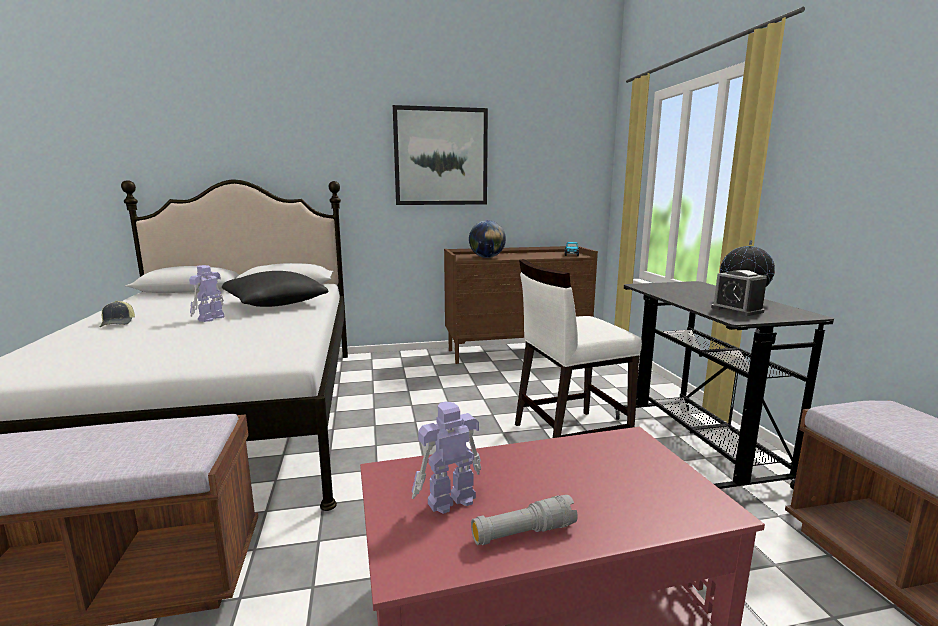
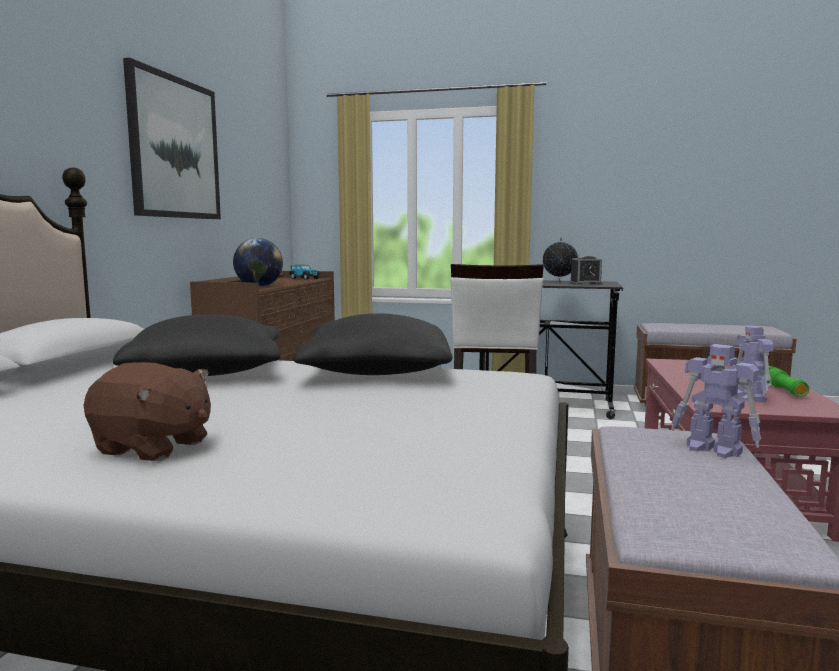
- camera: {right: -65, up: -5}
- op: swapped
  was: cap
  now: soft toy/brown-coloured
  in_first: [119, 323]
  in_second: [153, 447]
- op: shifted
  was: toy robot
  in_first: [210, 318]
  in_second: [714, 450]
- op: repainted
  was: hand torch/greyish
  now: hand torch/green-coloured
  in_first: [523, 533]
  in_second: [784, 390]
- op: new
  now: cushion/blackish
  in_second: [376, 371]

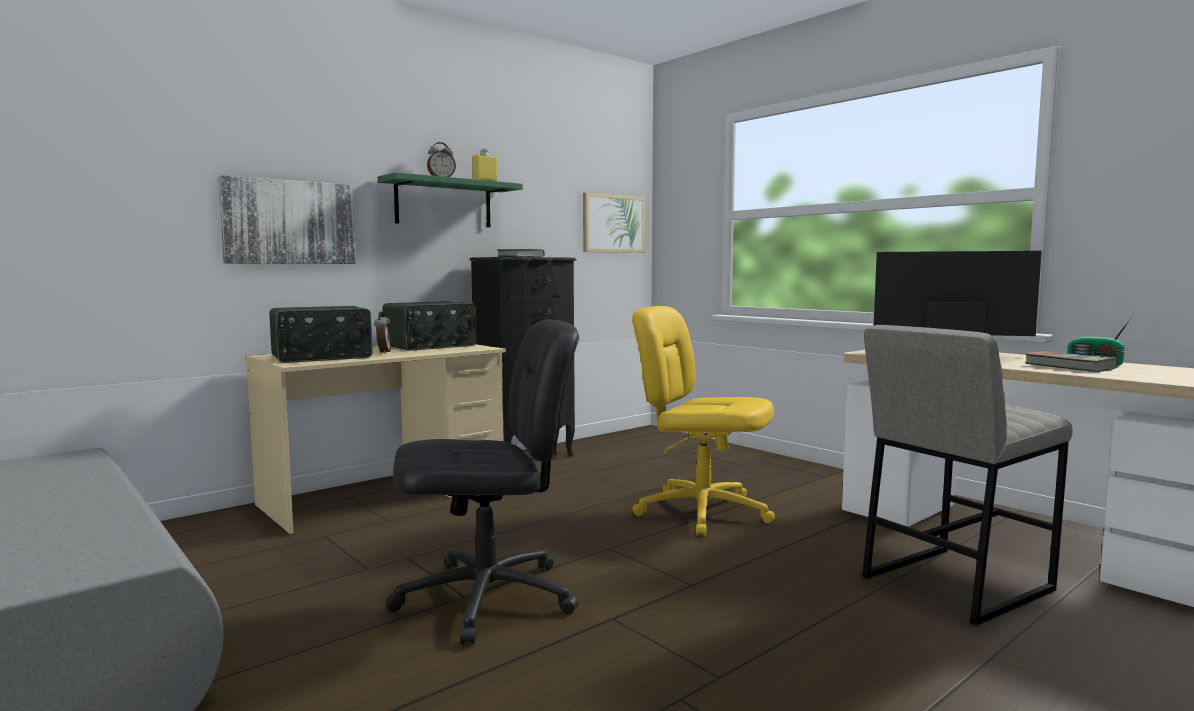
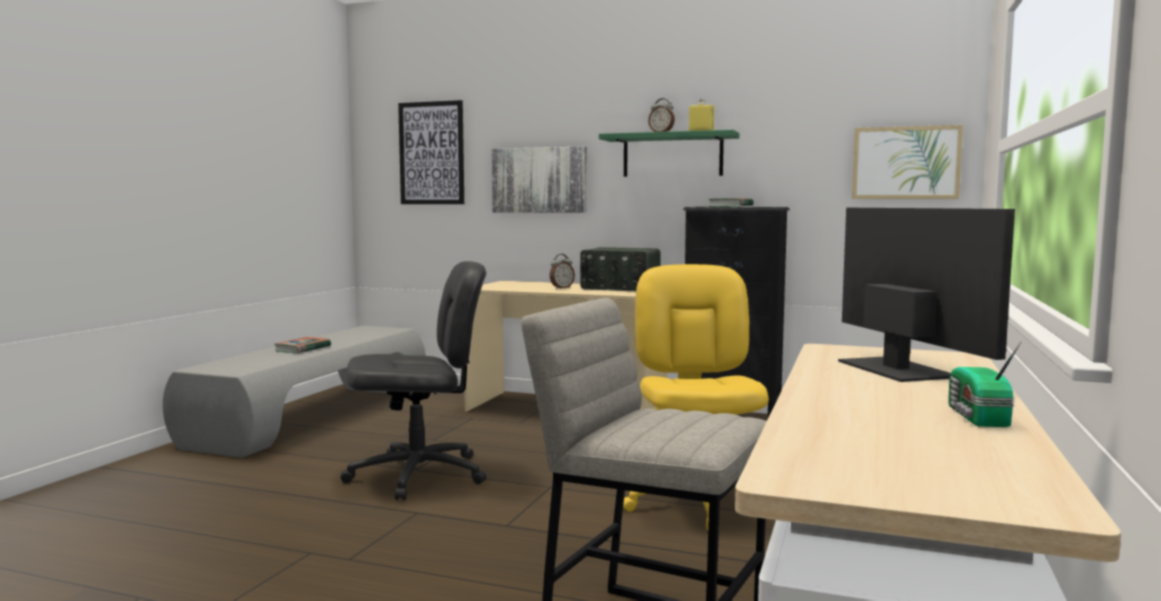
- camera: {right: 60, up: 0}
- op: gone
  was: radio set
  in_first: [322, 357]
- op: rotated
  was: computer chair/blackish
  in_first: [487, 597]
  in_second: [418, 475]
  clockwise: -60
- op: shifted
  was: volume
  in_first: [1070, 367]
  in_second: [303, 349]
- op: new
  now: wall picture
  in_second: [431, 153]

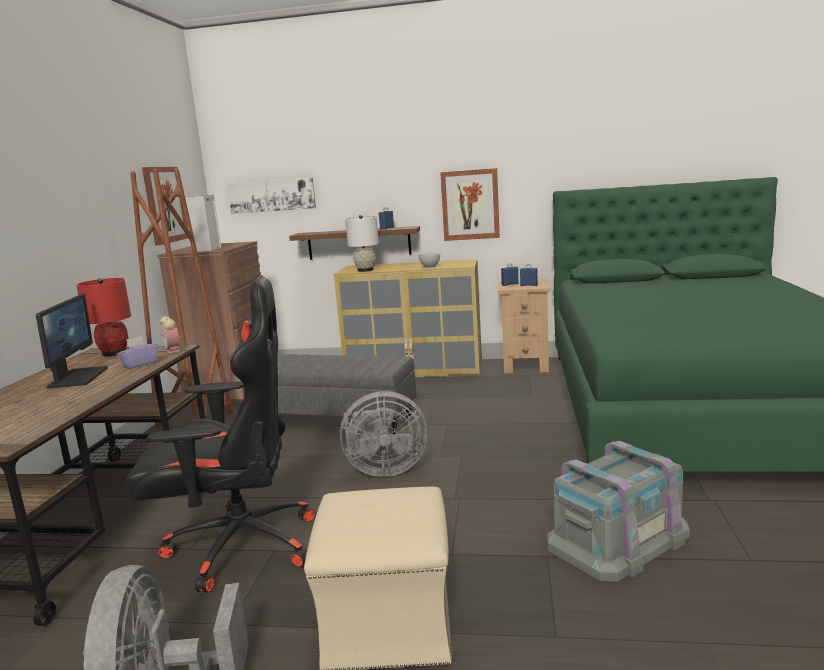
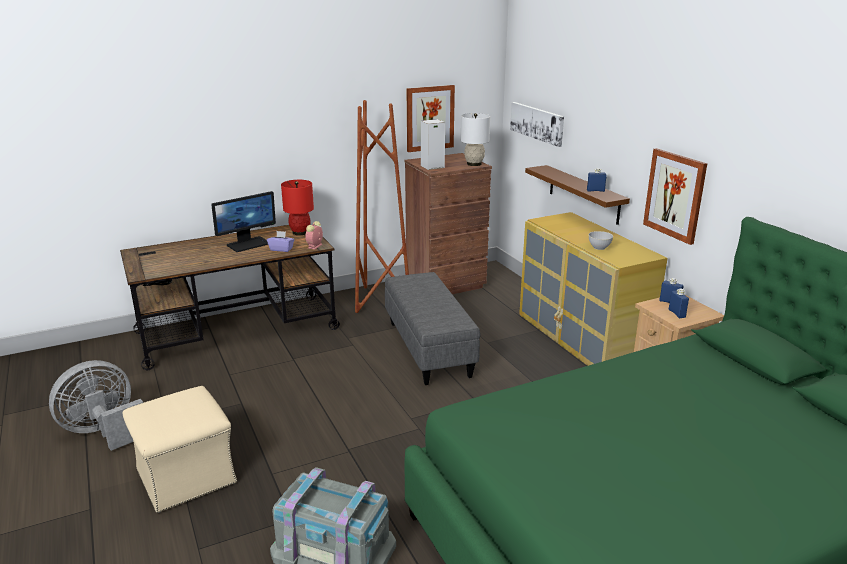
- camera: {right: 55, up: 10}
- op: gone
  was: computer chair/blackish
  in_first: [231, 548]
- op: gone
  was: cooling fan/greyish
  in_first: [383, 469]
- op: shifted
  was: table lamp/white
  in_first: [365, 270]
  in_second: [474, 164]

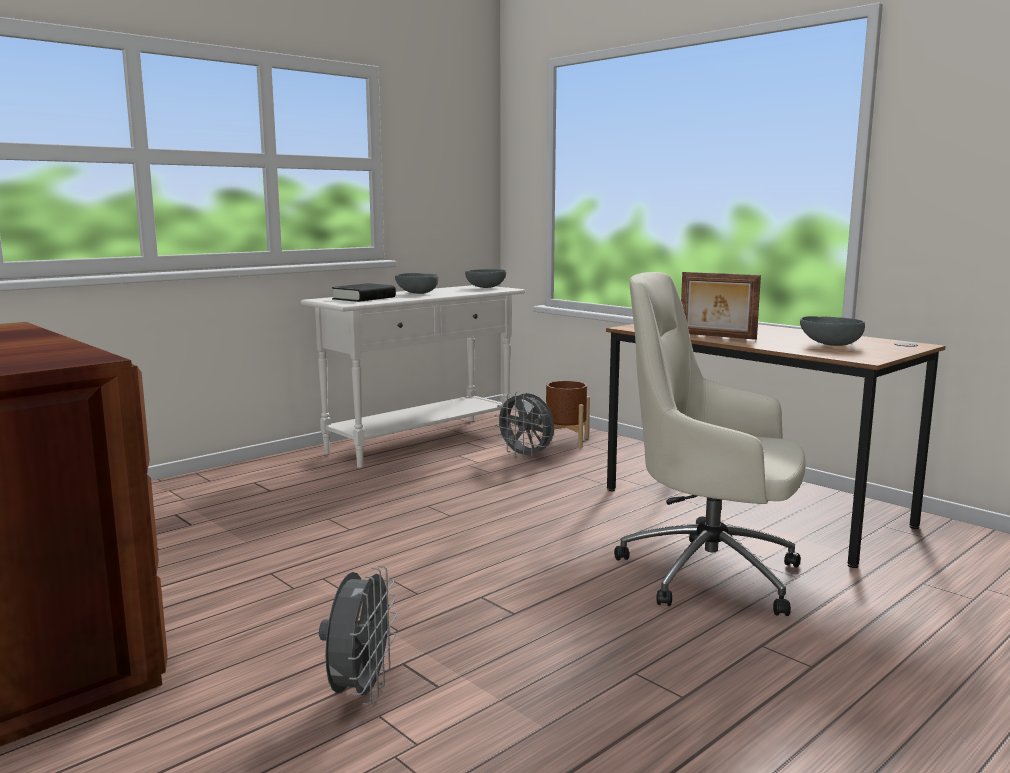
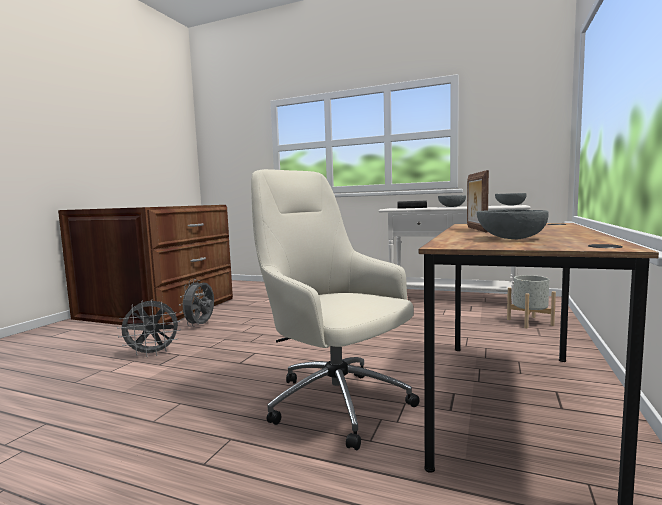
- camera: {right: 65, up: -5}
- op: shifted
  was: cooling fan/greyish
  in_first: [526, 456]
  in_second: [200, 325]
- op: repainted
  was: planter/brown-coloured
  now: planter/greyish
  in_first: [565, 441]
  in_second: [529, 322]
- op: rotated
  was: computer chair/beige
  in_first: [708, 575]
  in_second: [336, 404]
  clockwise: -45

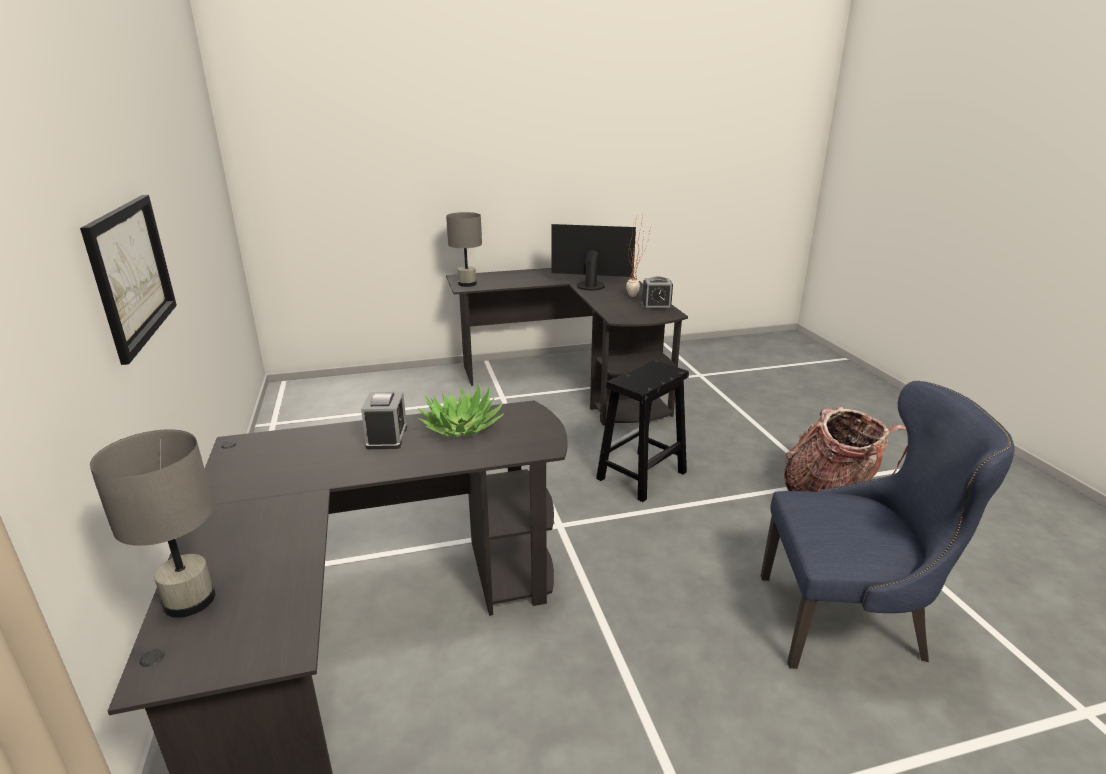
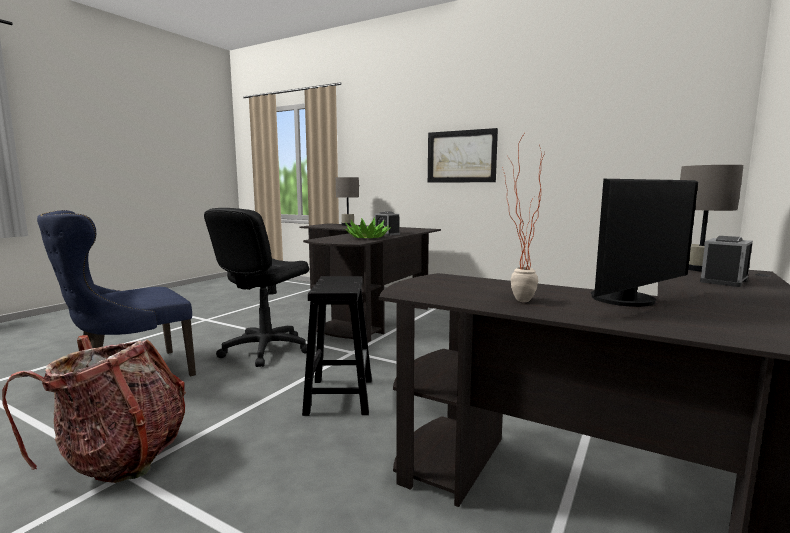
- camera: {right: 135, up: -15}
- op: shifted
  was: alarm clock
  in_first: [656, 306]
  in_second: [723, 281]
- op: new
  now: computer chair/blackish
  in_second: [265, 350]

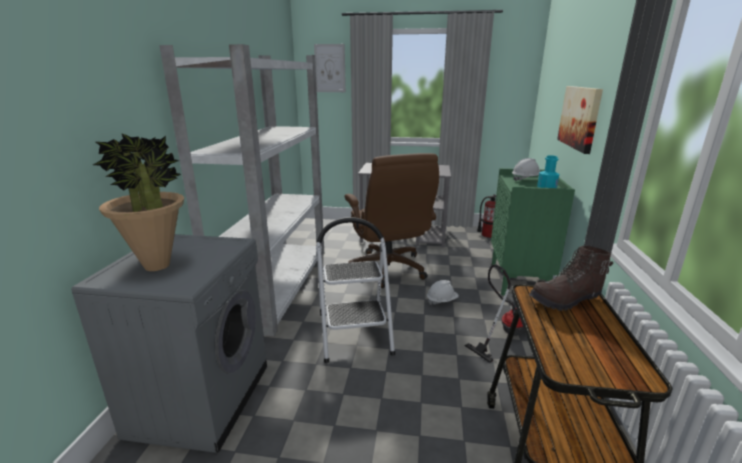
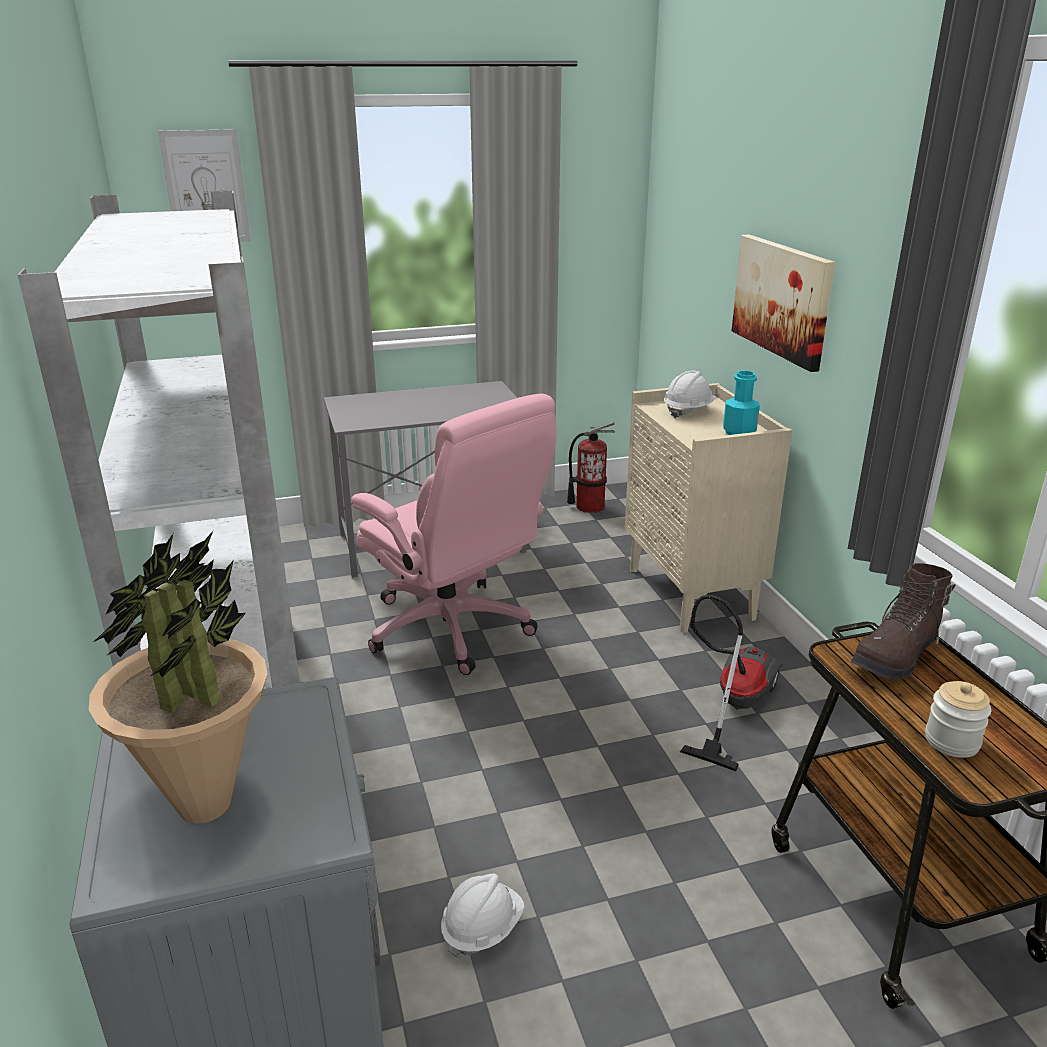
- camera: {right: -25, up: 5}
- op: gone
  was: stepladder
  in_first: [354, 331]
- op: repainted
  was: computer chair/brown-coloured
  now: computer chair/pinkish
  in_first: [389, 271]
  in_second: [456, 633]
- op: shifted
  was: hard hat/white
  in_first: [441, 301]
  in_second: [482, 928]
- op: repainted
  was: storage cabinet/green-coloured
  now: storage cabinet/beige
  in_first: [518, 280]
  in_second: [691, 594]
- op: new
  now: jar
  in_second: [951, 741]

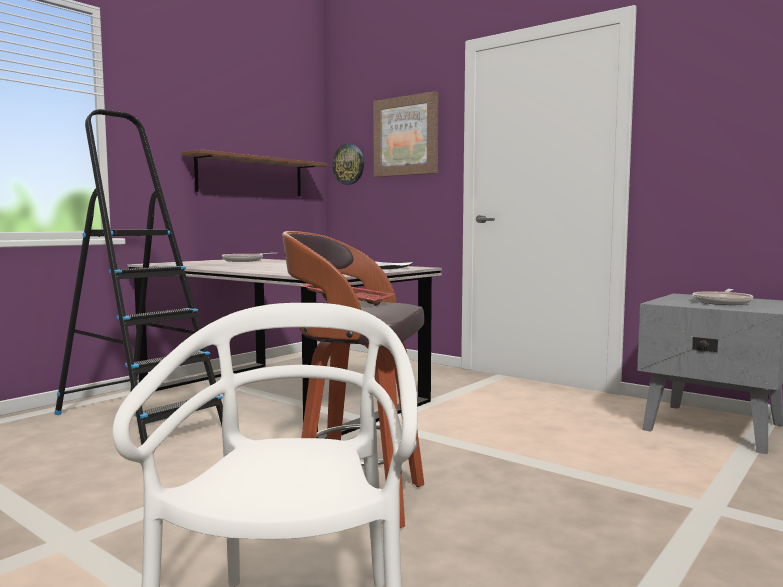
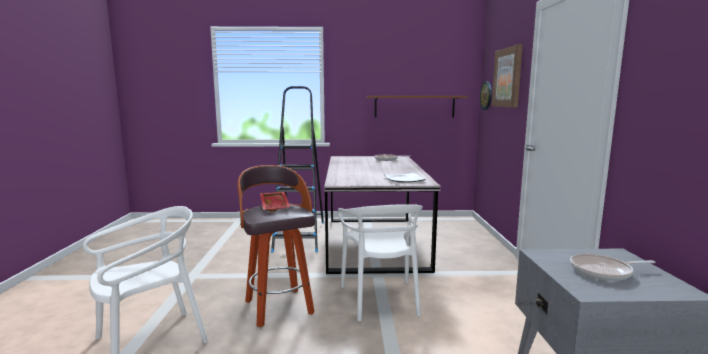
- camera: {right: 50, up: 5}
- op: new
  now: plain chair/white
  in_second: [381, 299]

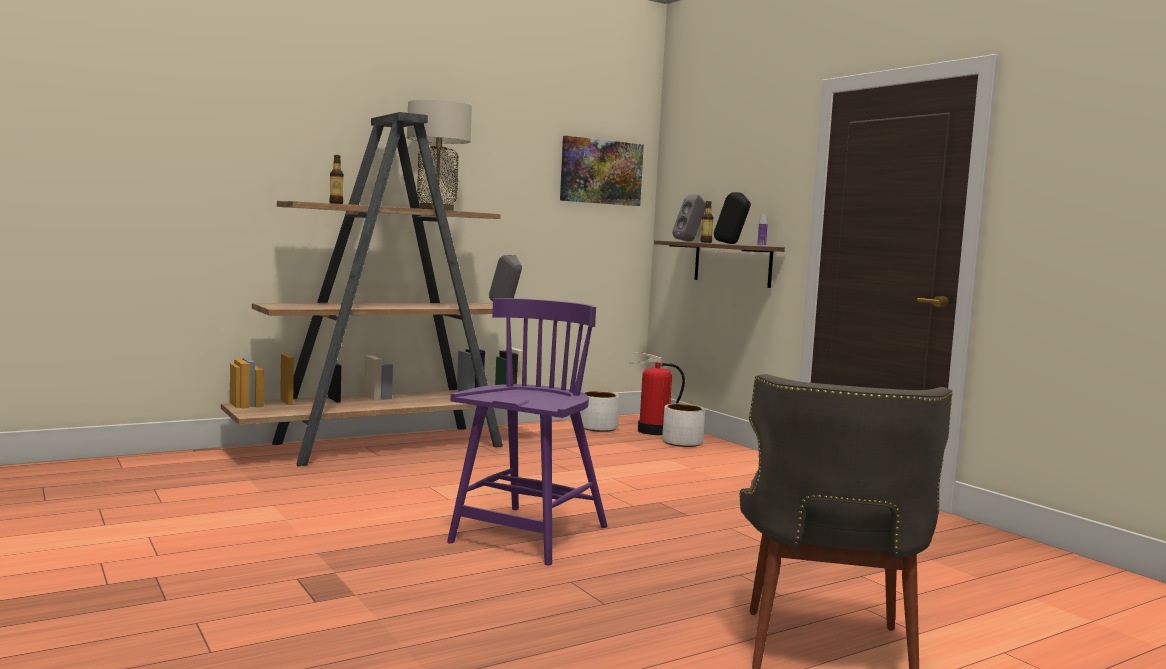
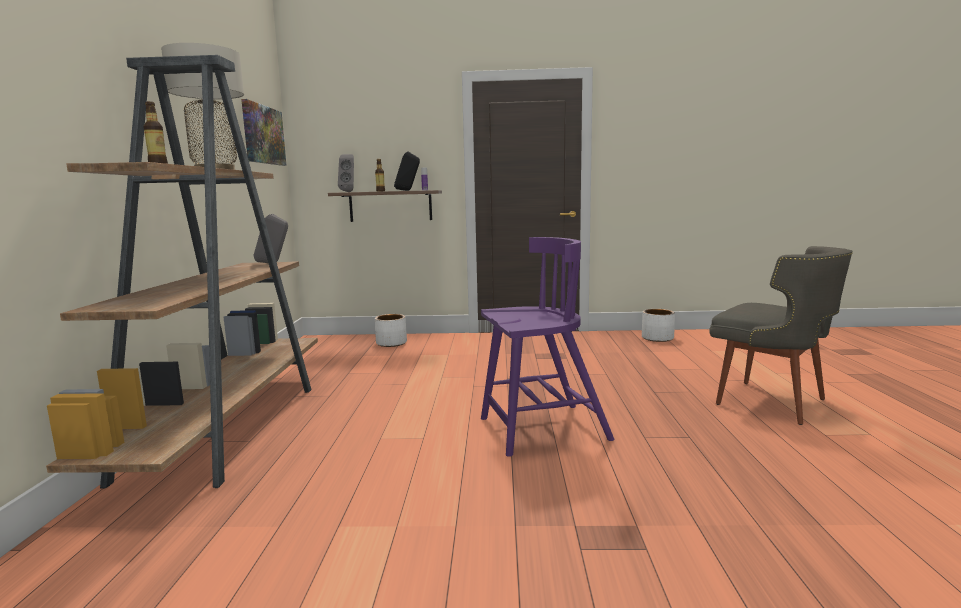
- camera: {right: -55, up: 5}
- op: rotated
  was: plain chair/purple-coloured
  in_first: [528, 535]
  in_second: [541, 429]
  clockwise: 105
- op: shifted
  was: planter/white
  in_first: [598, 428]
  in_second: [657, 338]
- op: gone
  was: extinguisher
  in_first: [653, 431]

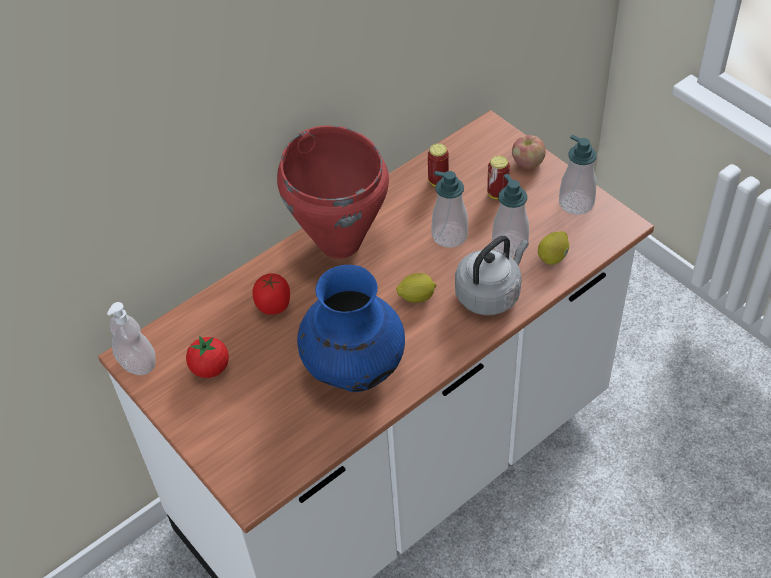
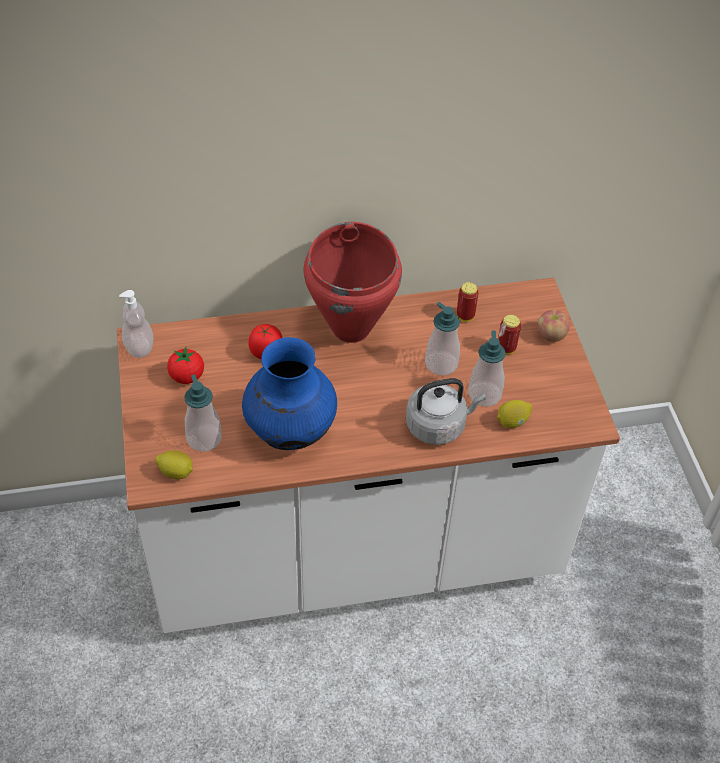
- camera: {right: 25, up: 0}
- op: shifted
  was: whole lemon
  in_first: [416, 297]
  in_second: [176, 472]
- op: shifted
  was: soap bottle
  in_first: [576, 203]
  in_second: [204, 438]

